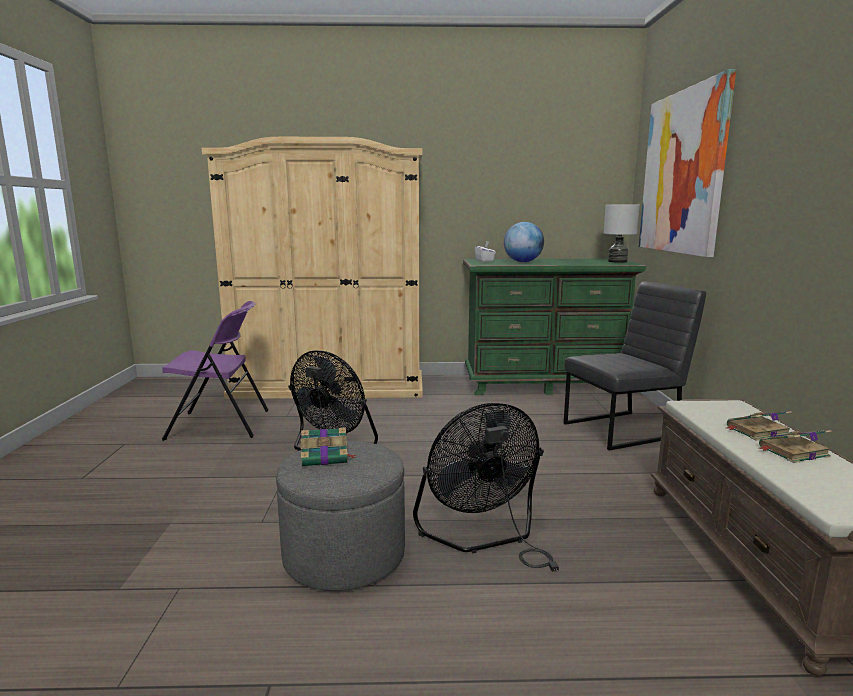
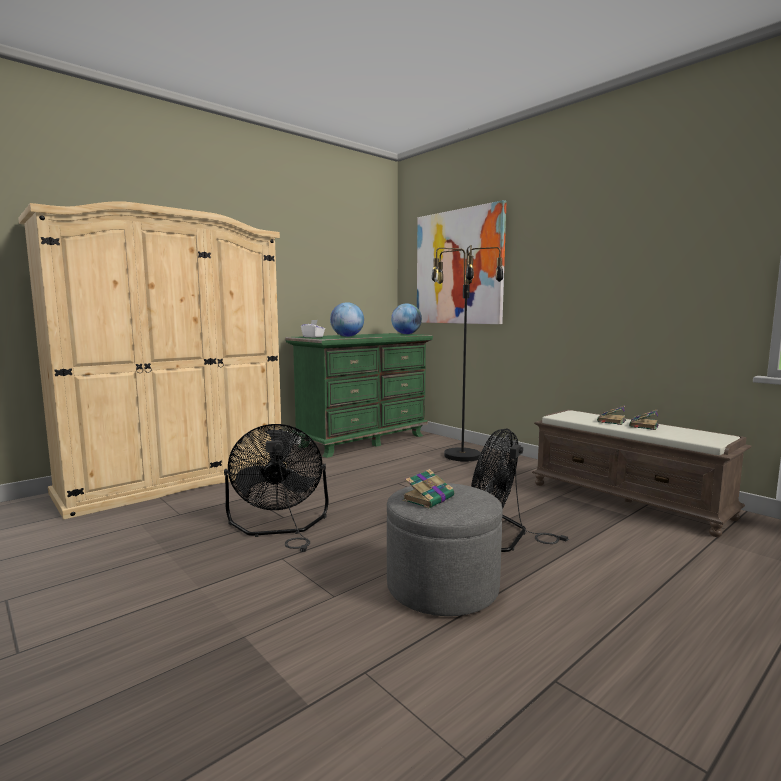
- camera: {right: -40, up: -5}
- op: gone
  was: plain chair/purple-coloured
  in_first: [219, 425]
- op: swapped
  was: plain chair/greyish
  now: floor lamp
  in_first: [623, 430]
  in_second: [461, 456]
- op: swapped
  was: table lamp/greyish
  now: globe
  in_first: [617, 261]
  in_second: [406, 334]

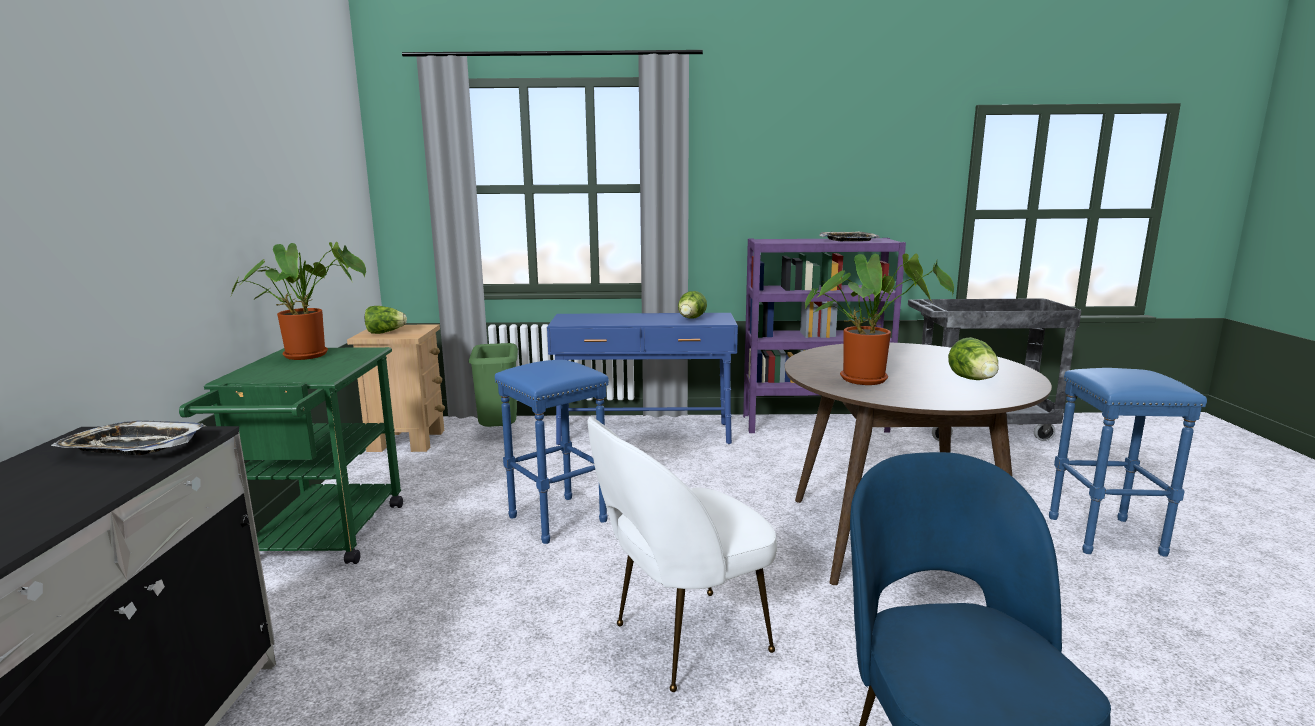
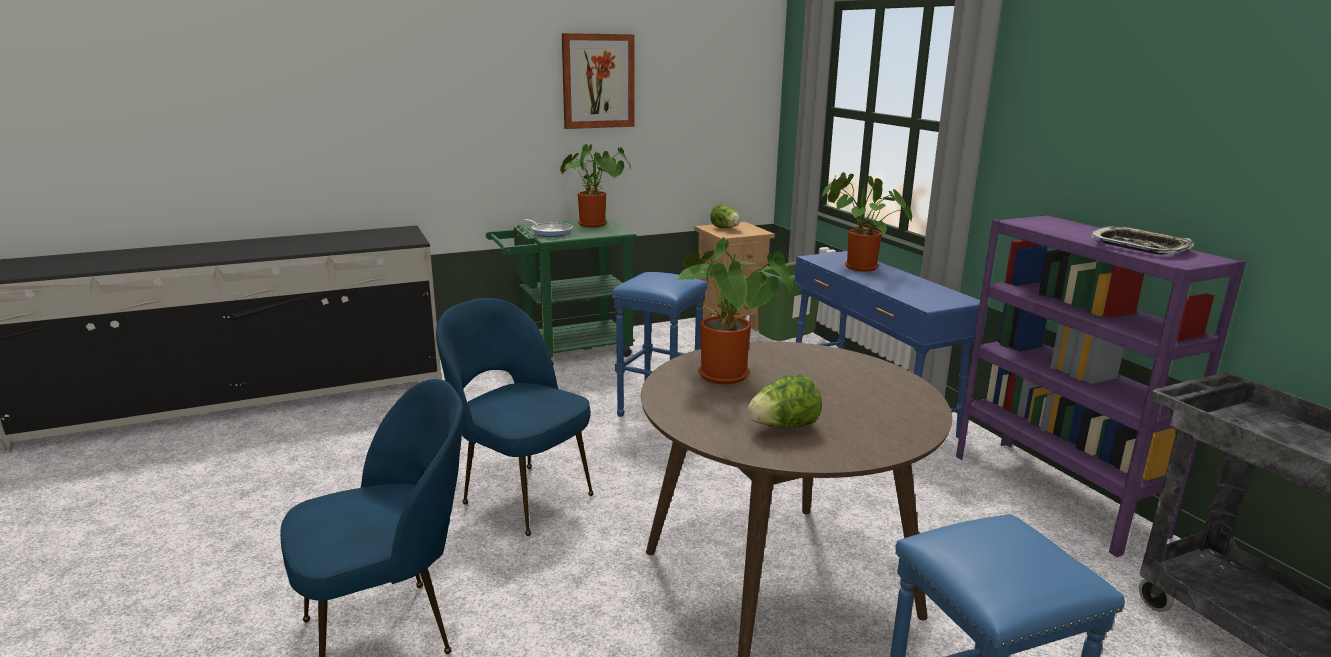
- camera: {right: 65, up: 5}
- op: gone
  was: serving tray
  in_first: [133, 447]
- op: repainted
  was: plain chair/white
  now: plain chair/bluish
  in_first: [680, 642]
  in_second: [521, 495]
- op: gone
  was: lettuce
  in_first: [691, 319]
- op: new
  now: pan
  in_second: [550, 232]
- op: new
  now: wall picture
  in_second: [598, 81]
- op: new
  now: potted plant
  in_second: [857, 267]

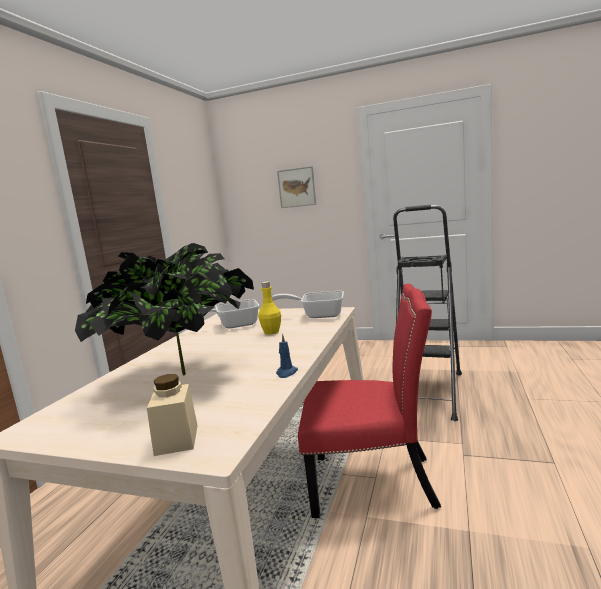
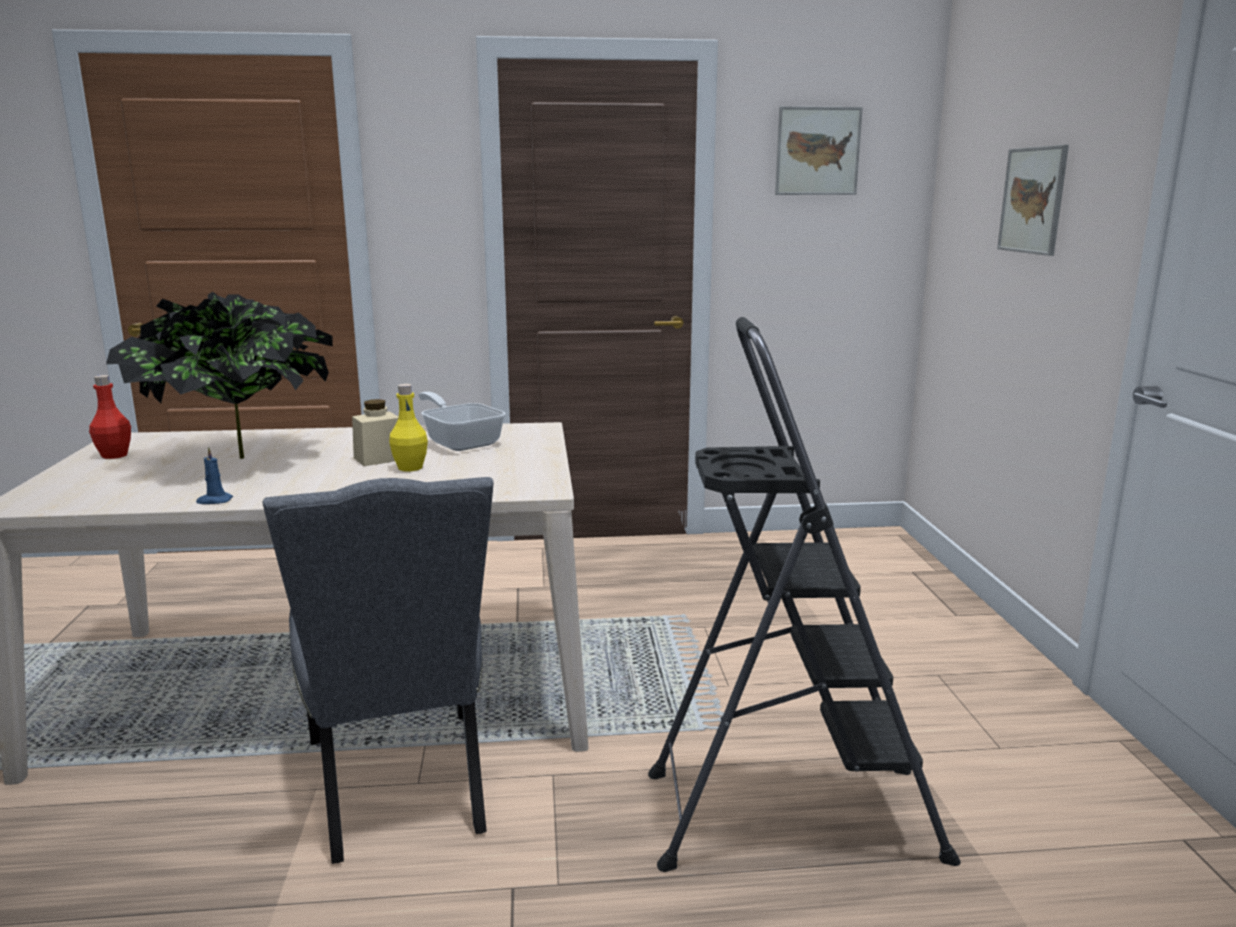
- camera: {right: 65, up: 5}
- op: shifted
  was: jar/beige
  in_first: [176, 439]
  in_second: [379, 459]
- op: gone
  was: pan
  in_first: [317, 315]
- op: repainted
  was: plain chair/red-coloured
  now: plain chair/greyish
  in_first: [369, 483]
  in_second: [400, 778]
- op: new
  now: bottle/red-coloured
  in_second: [114, 455]
- op: new
  now: wall picture
  in_second: [817, 151]

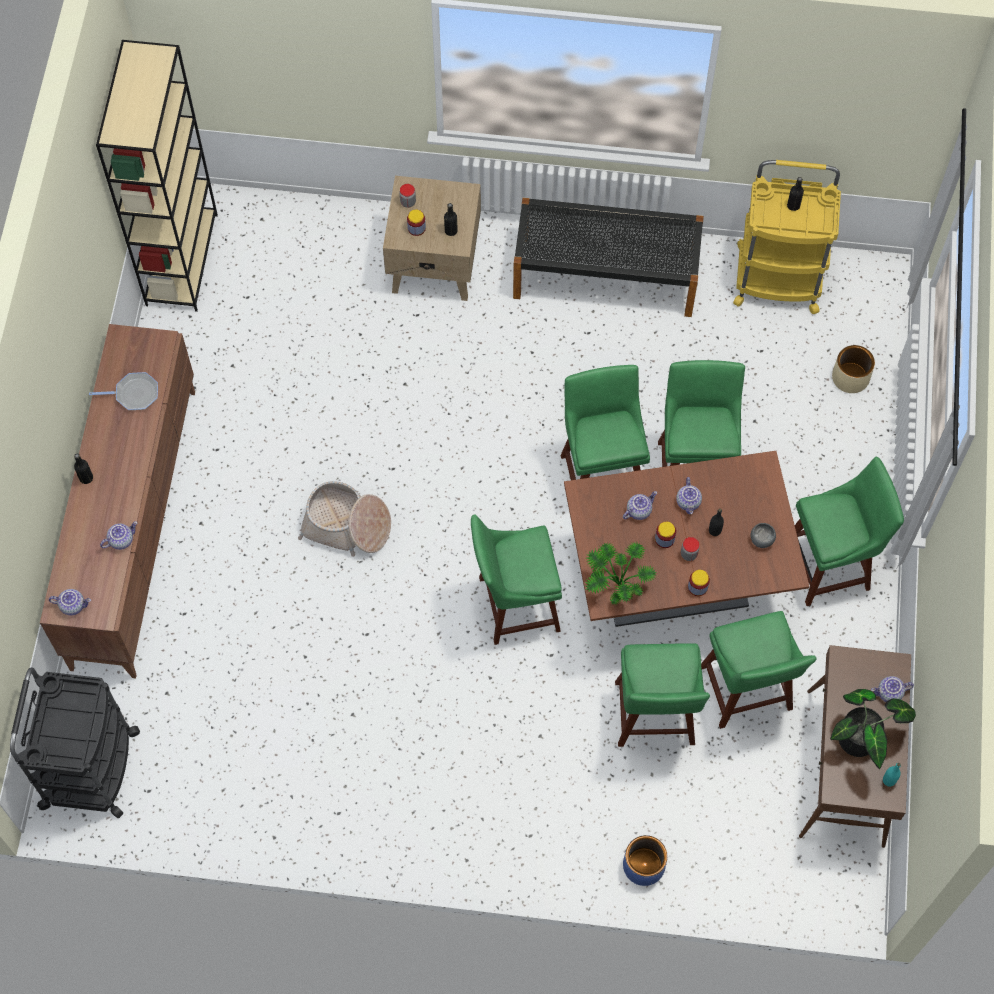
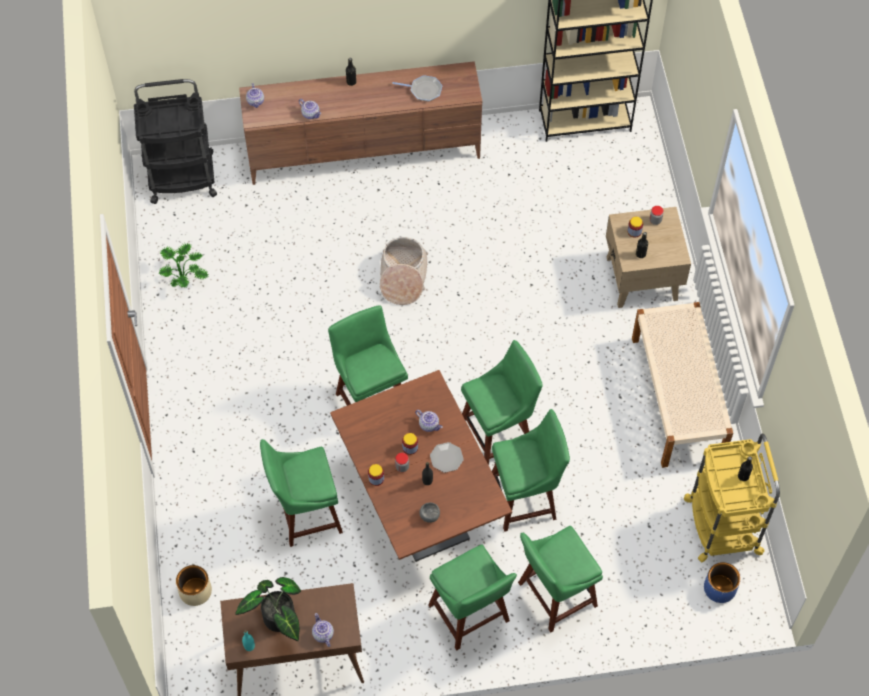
- camera: {right: 75, up: -5}
- op: rotated
  was: pan
  in_first: [134, 394]
  in_second: [424, 90]
  clockwise: -60
- op: repainted
  was: long seat/blackish
  now: long seat/beige
  in_first: [606, 274]
  in_second: [678, 397]
- op: shifted
  was: potted plant
  in_first: [616, 582]
  in_second: [184, 276]
- op: shifted
  was: planter/bluish
  in_first: [644, 865]
  in_second: [719, 588]
- op: swapped
  was: tea pot
  now: dinner plate
  in_first: [689, 502]
  in_second: [446, 458]
- op: shifted
  was: plain chair/green-coloured
  in_first: [747, 692]
  in_second: [553, 596]
- op: shifted
  was: planter/beige
  in_first: [850, 377]
  in_second: [195, 591]

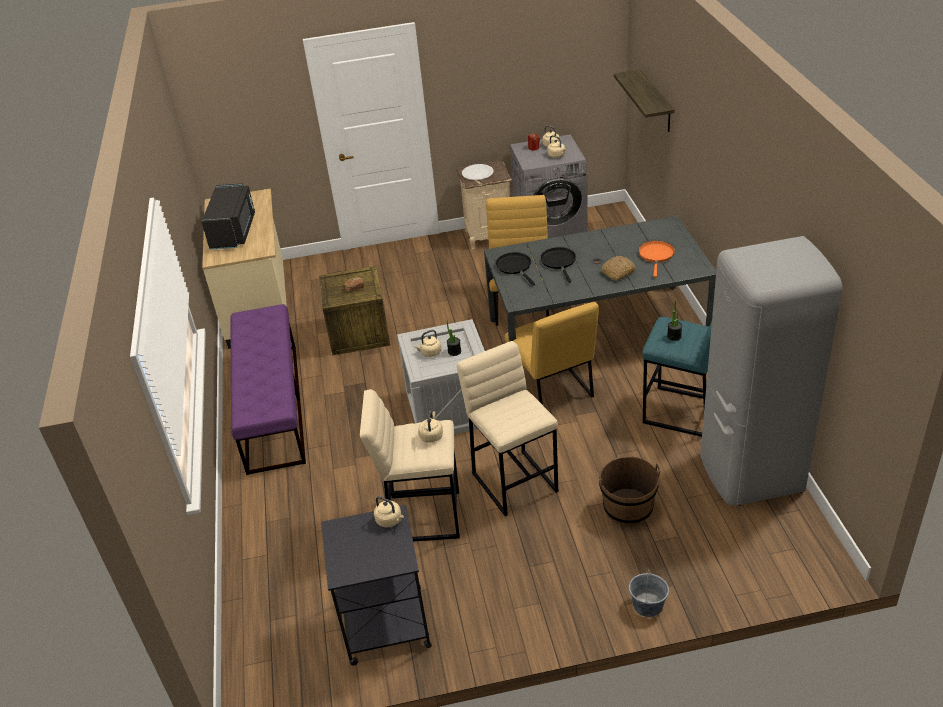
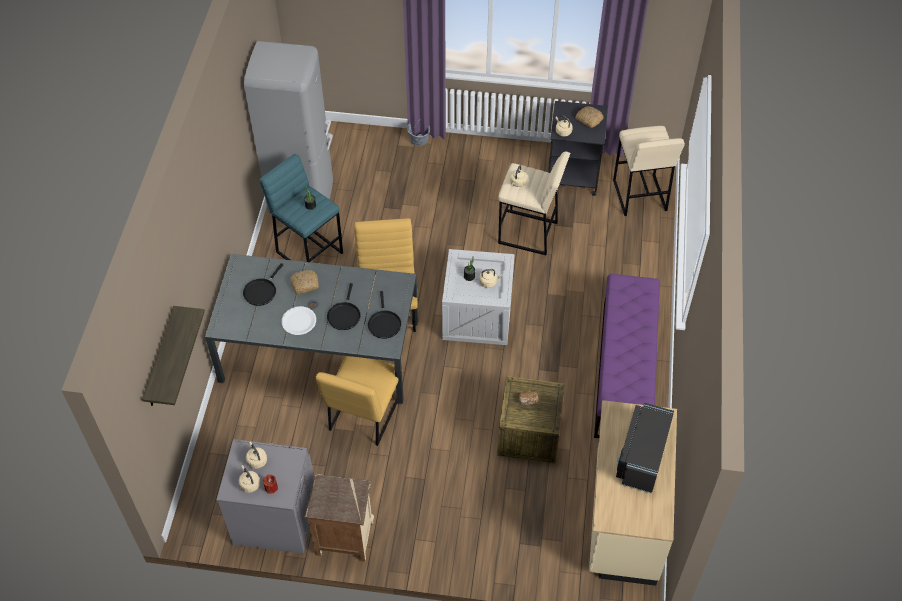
- camera: {right: -165, up: 15}
- op: shifted
  was: stool/beige
  in_first: [513, 481]
  in_second: [640, 196]
- op: shifted
  was: dinner plate/white
  in_first: [477, 173]
  in_second: [299, 321]
- op: gone
  was: bucket/brown-coloured
  in_first: [628, 507]
- op: repainted
  was: pan/orangey
  now: pan/blackish
  in_first: [656, 255]
  in_second: [261, 291]
- op: new
  now: bread
  in_second: [588, 119]

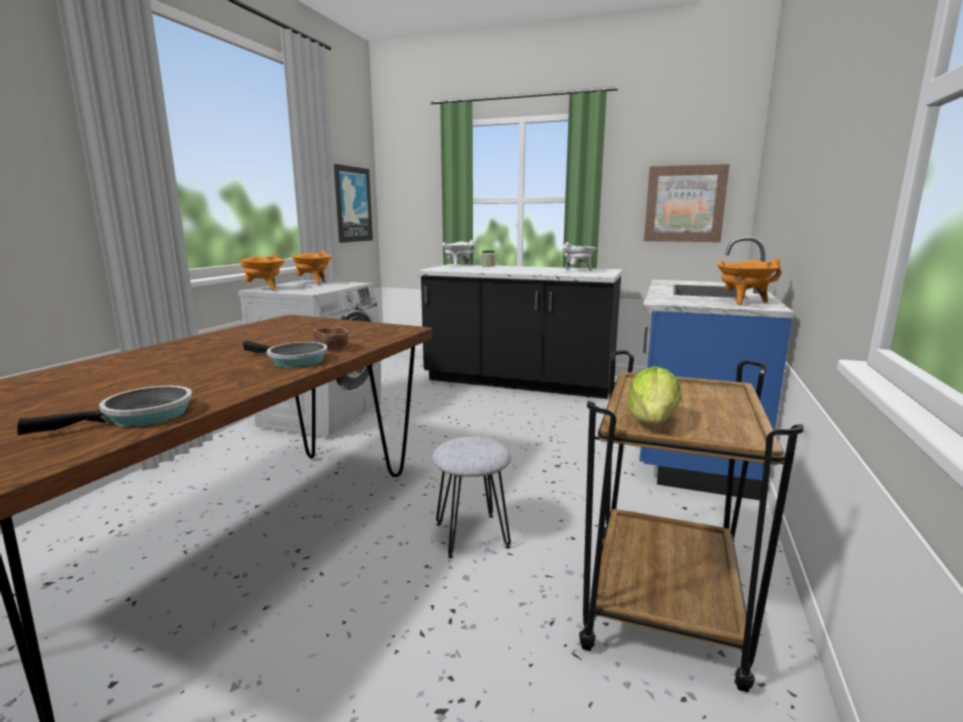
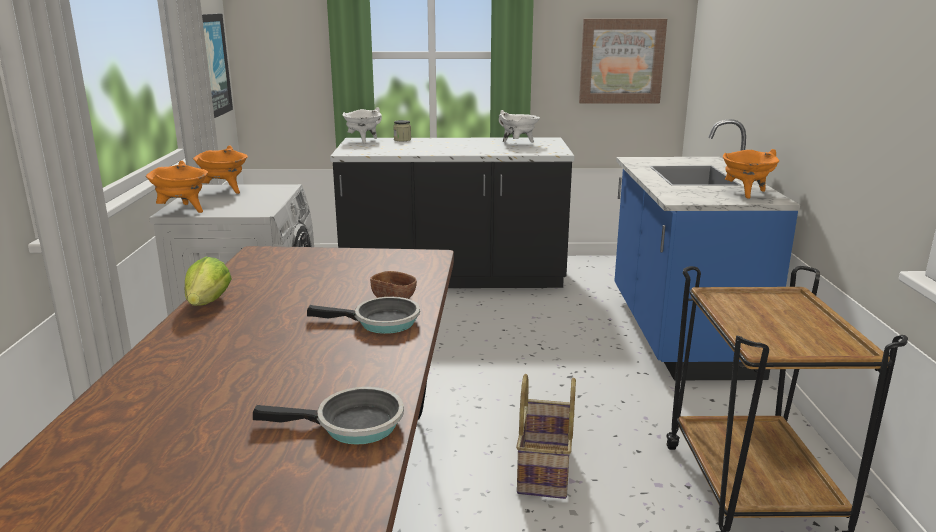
- camera: {right: -20, up: 5}
- op: rotated
  was: pan
  in_first: [140, 416]
  in_second: [352, 425]
  clockwise: 60
- op: swapped
  was: stool/greyish
  now: storage basket
  in_first: [472, 535]
  in_second: [546, 470]
- op: shifted
  was: lettuce
  in_first: [652, 422]
  in_second: [208, 303]

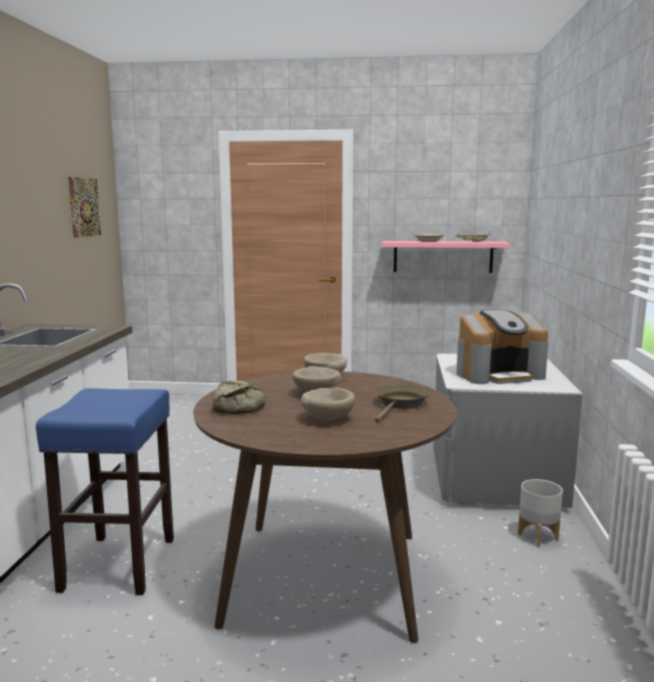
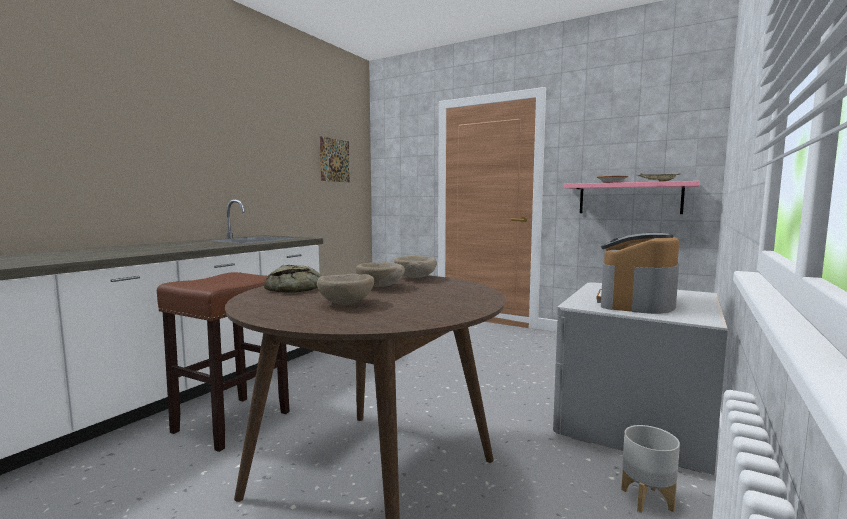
- camera: {right: 25, up: -5}
- op: repainted
  was: stool/bluish
  now: stool/brown-coloured
  in_first: [119, 563]
  in_second: [233, 421]
- op: gone
  was: pan/brown-coloured
  in_first: [400, 404]
- op: rotated
  was: coffee maker
  in_first: [499, 374]
  in_second: [635, 302]
  clockwise: 105

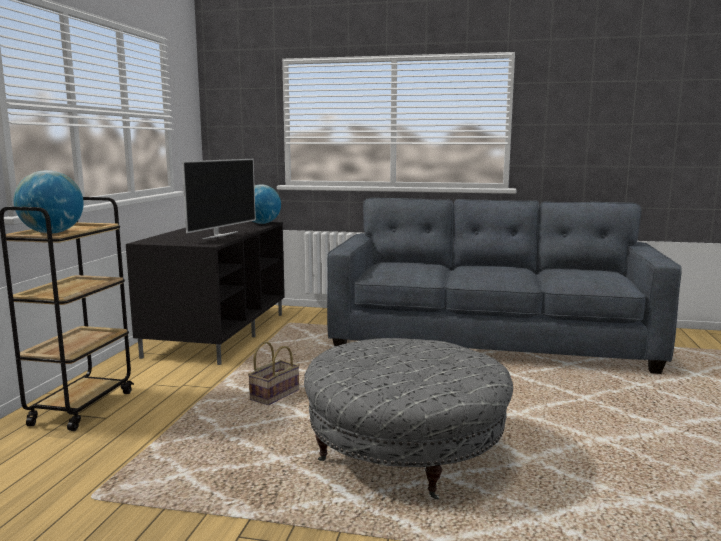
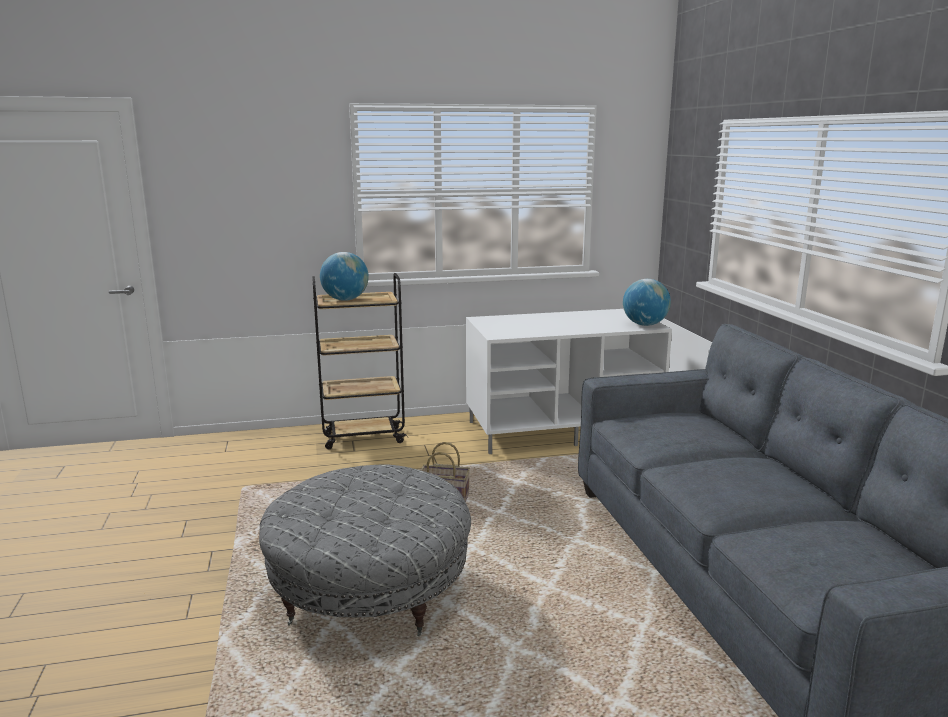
- camera: {right: 65, up: 5}
- op: repainted
  was: tv stand/blackish
  now: tv stand/white
  in_first: [217, 333]
  in_second: [562, 429]
- op: gone
  was: television
  in_first: [220, 235]

